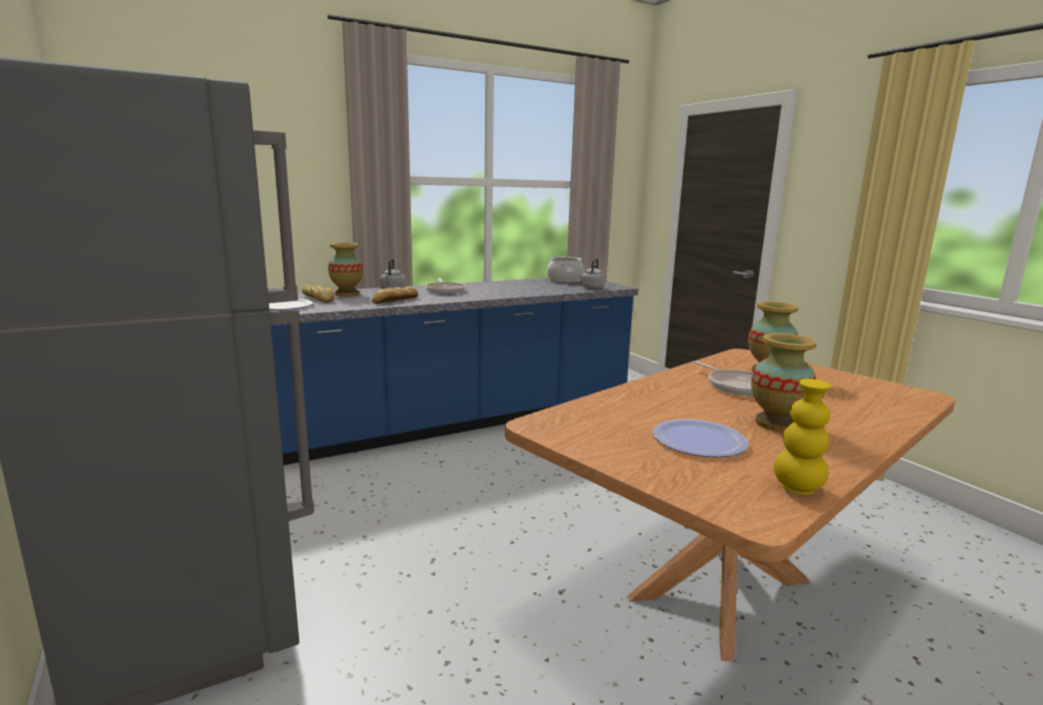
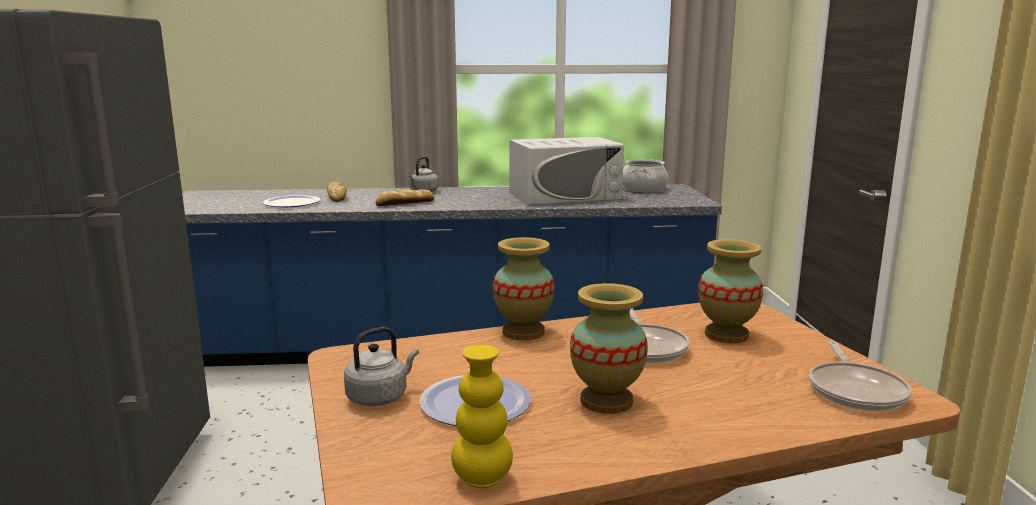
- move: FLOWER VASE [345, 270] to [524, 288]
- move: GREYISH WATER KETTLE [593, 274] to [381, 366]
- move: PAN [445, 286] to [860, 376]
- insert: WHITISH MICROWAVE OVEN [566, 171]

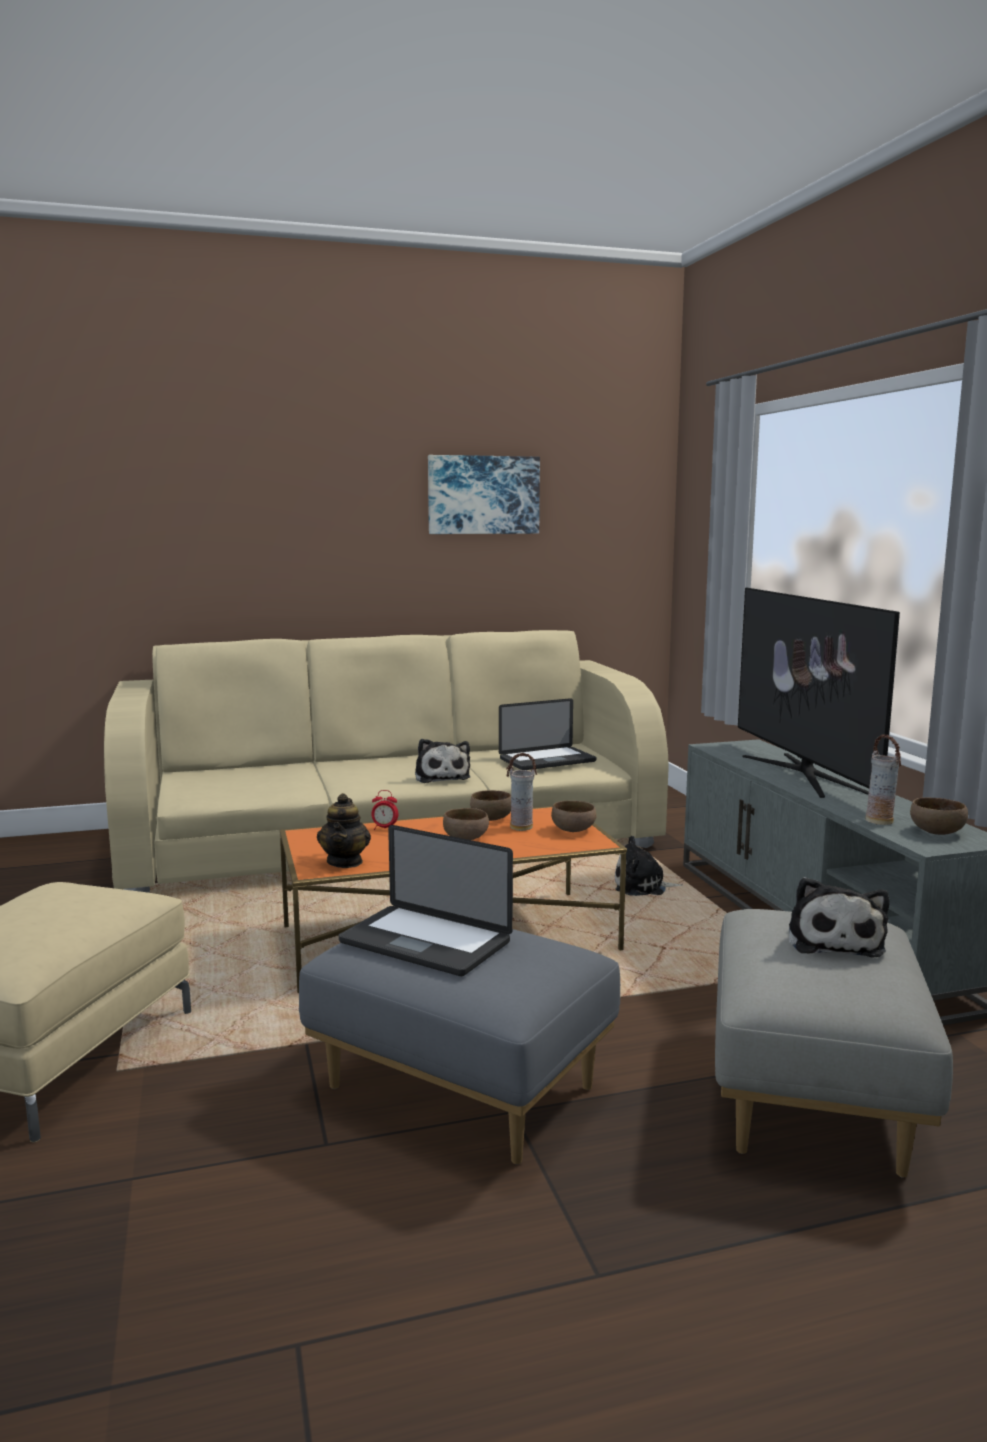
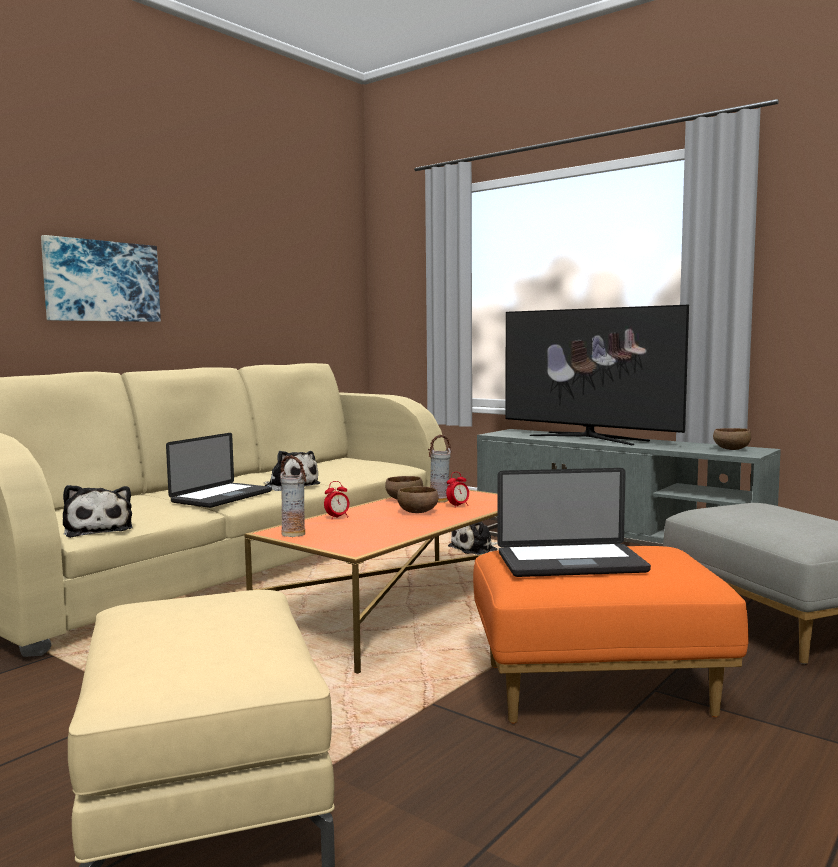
- move: PICTURE [484, 494] to [101, 278]
- move: PORTABLE COMPUTER [548, 734] to [219, 470]
- move: FLOWER VASE [883, 779] to [293, 496]
- delete: POT FOR TEA [344, 830]
- delete: BROWN-COLOURED SERVING BOWL [574, 816]
- move: CUDDLY TOY [839, 917] to [98, 511]
- recolor: GREYISH POUFFE [459, 1043] to ORANGE-COLOURED POUFFE [611, 634]
- insert: BEDSIDE CLOCK [457, 490]

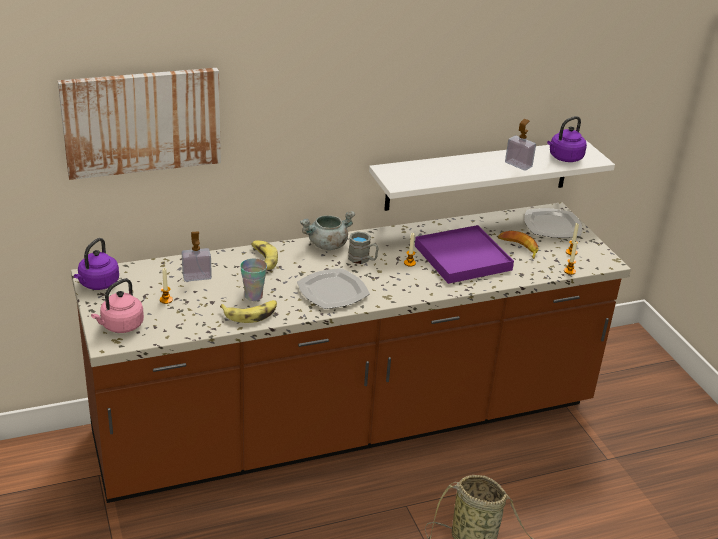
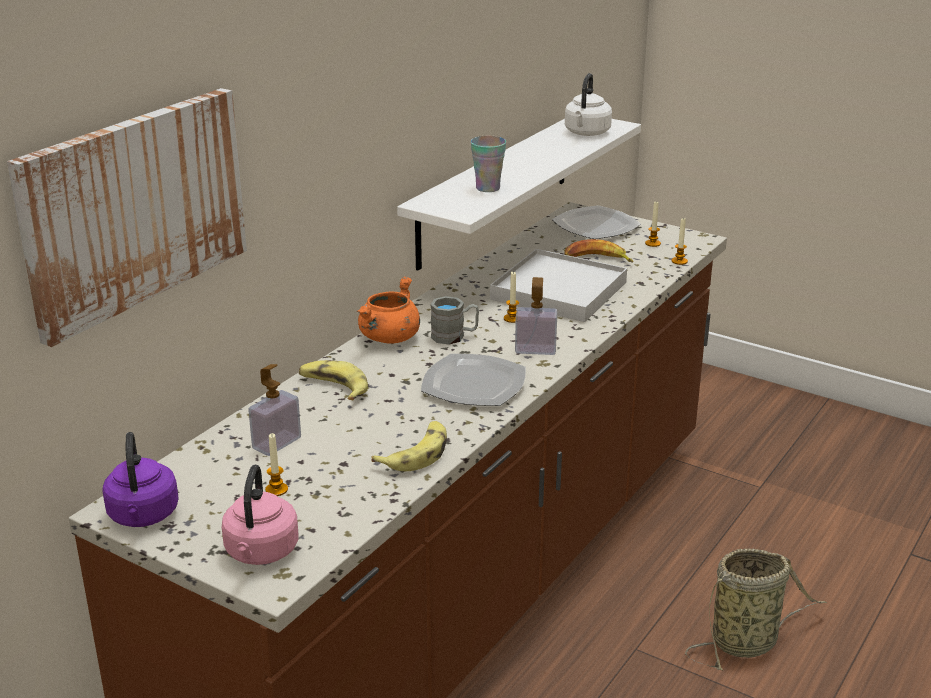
- recolor: PURPLISH WATER KETTLE [567, 139] to WHITISH WATER KETTLE [588, 104]
- move: SOAP DISPENSER [520, 145] to [536, 316]
- recolor: GREYISH STOCKPOT [327, 230] to ORANGE-COLOURED STOCKPOT [388, 310]
- recolor: PURPLISH TRAY [464, 254] to WHITISH TRAY [558, 285]
- move: SMALL CUP [253, 279] to [488, 164]

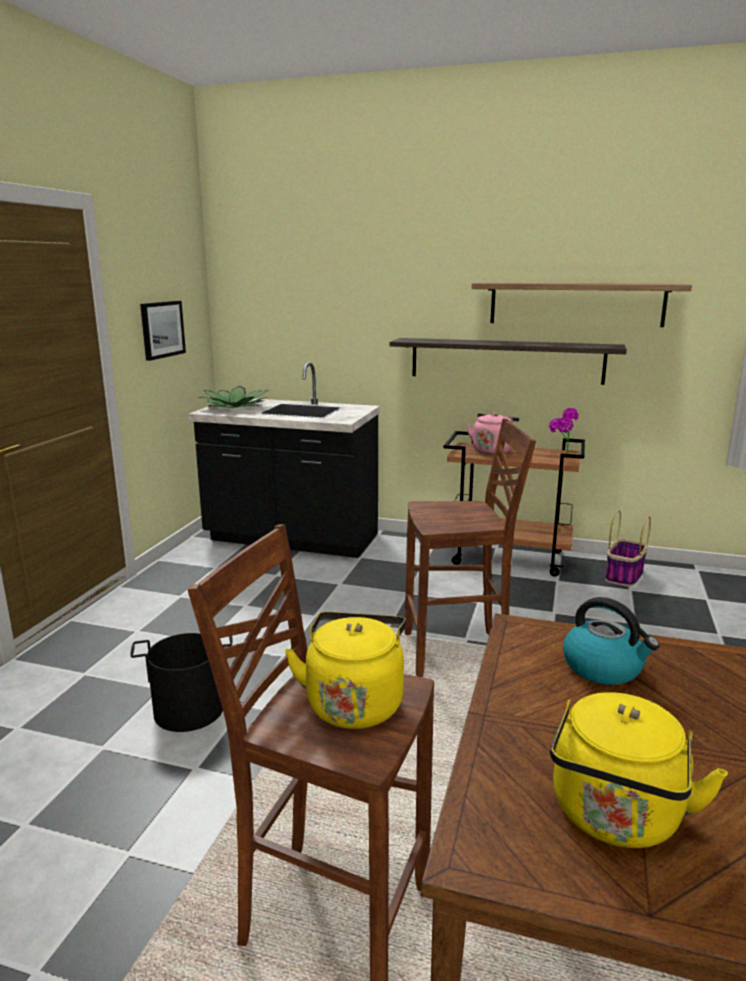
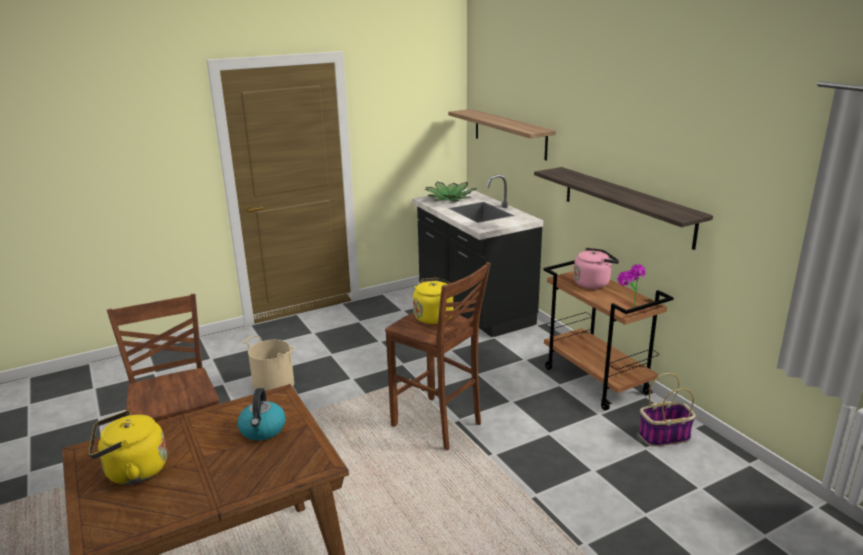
- move: WALL SHELF [582, 304] to [502, 135]
- delete: PICTURE [163, 331]
- move: YELLOW-COLOURED WATER KETTLE [345, 670] to [433, 301]
- recolor: BLACK WATER BUCKET [181, 682] to BEIGE-COLOURED WATER BUCKET [269, 363]

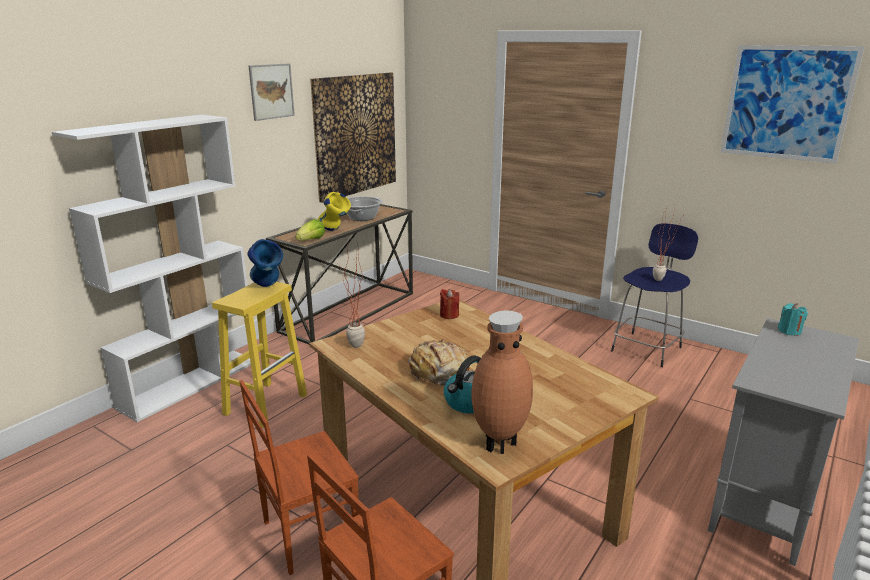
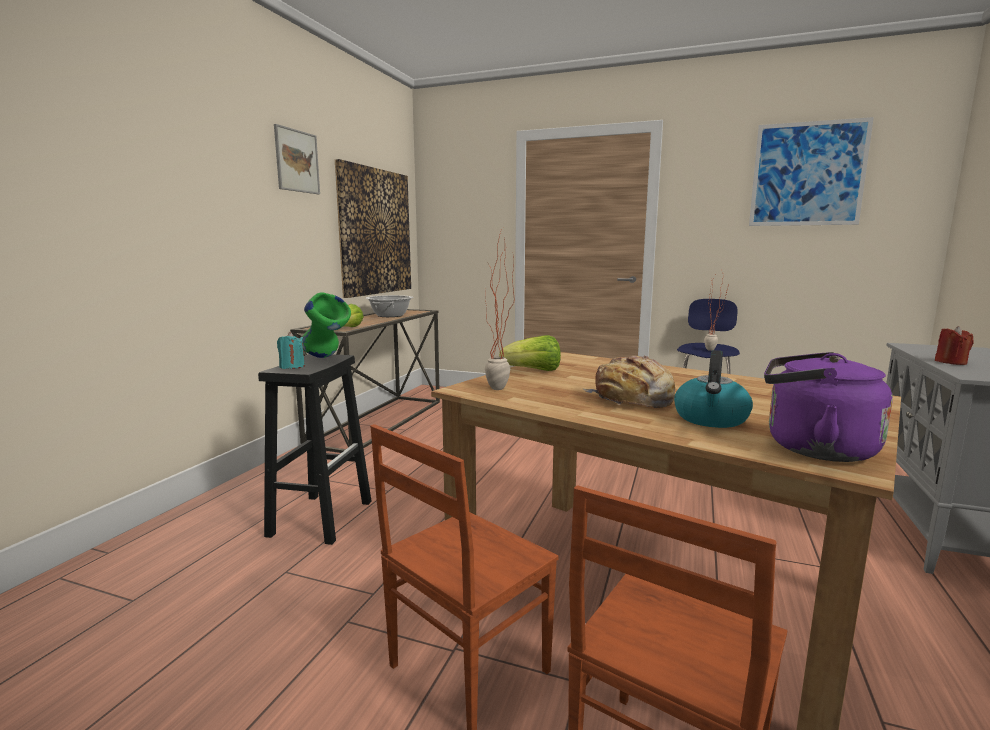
- delete: WHITISH BOOKCASE [151, 268]
- delete: YELLOW-COLOURED FLOWER VASE [334, 211]
- recolor: BLUISH FLOWER VASE [265, 263] to GREENISH FLOWER VASE [326, 325]
- recolor: YELLOW-COLOURED STOOL SEAT [259, 355] to BLACK STOOL SEAT [314, 449]
- move: RED CANDLE [449, 304] to [954, 345]
- move: BLUE-GREEN CANDLE [793, 319] to [291, 350]
- replace: BROWN-COLOURED FLOWER VASE [502, 382] to PURPLISH WATER KETTLE [828, 407]
- insert: HEAD OF LETTUCE [530, 353]

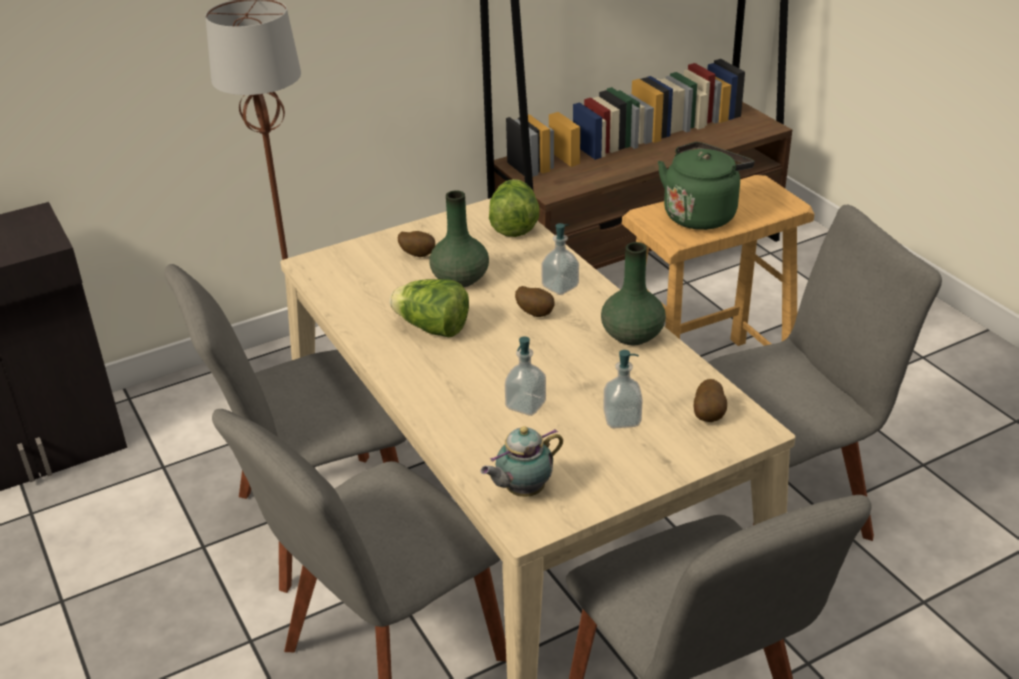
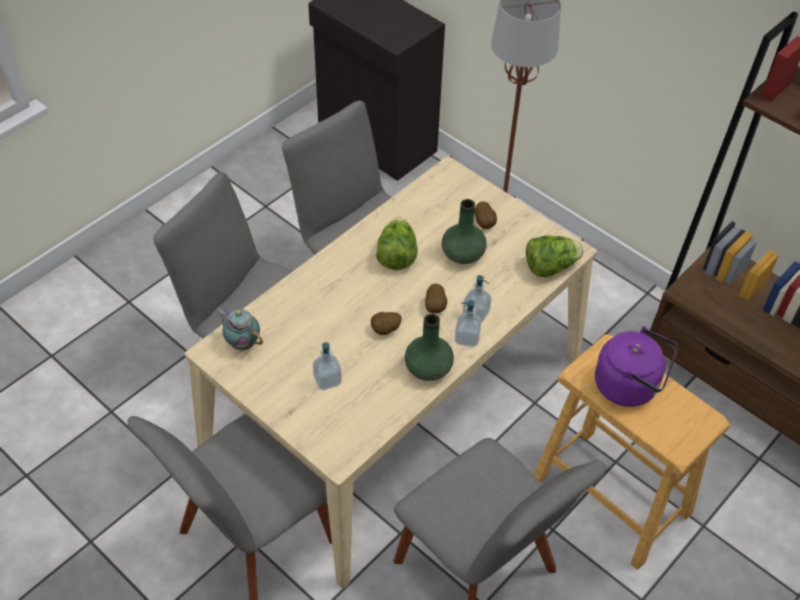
- recolor: GREENISH WATER KETTLE [706, 186] to PURPLISH WATER KETTLE [636, 366]
- move: SOAP DISPENSER [525, 376] to [468, 323]
- move: WHOLE POTATO [710, 400] to [386, 323]

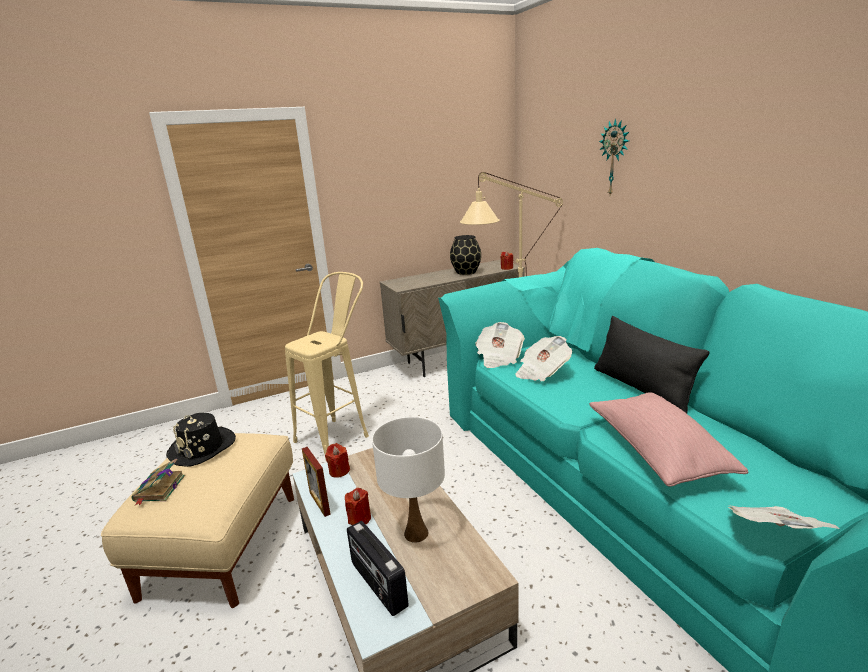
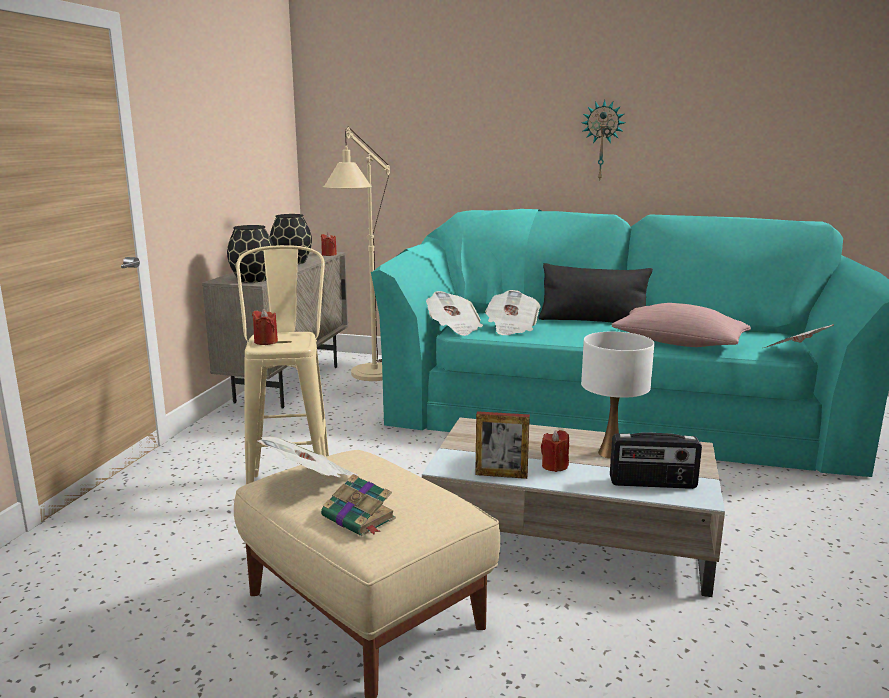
- move: CLOCK ON THE WALL [614, 157] to [603, 141]
- replace: BLACK CLOTHING HAT [201, 440] to NEWSPAPER [307, 457]
- move: RED CANDLE [337, 460] to [265, 327]
- insert: BLACK FLOWER VASE [250, 254]

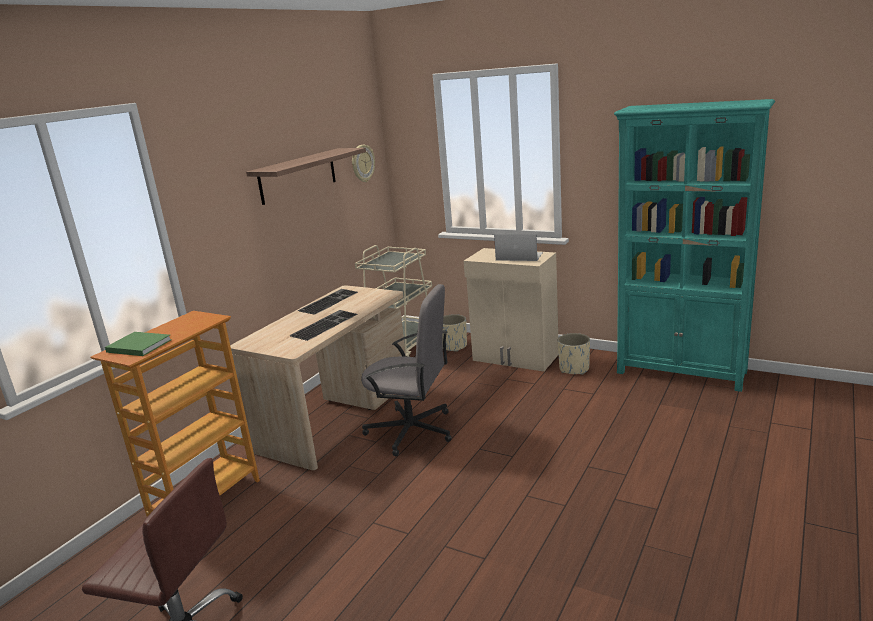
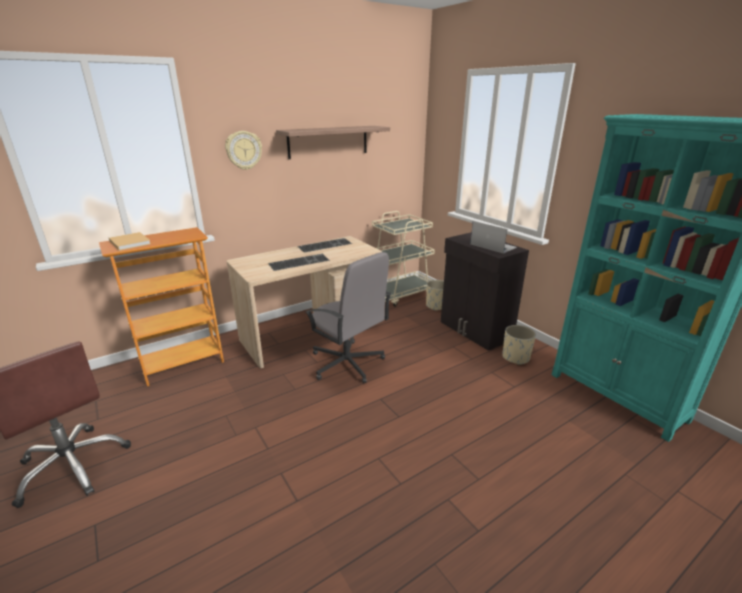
- move: CLOCK ON THE WALL [363, 163] to [243, 150]
- recolor: BEIGE-COLOURED CABINET [511, 310] to BLACK CABINET [485, 291]
- recolor: GREENISH VOLUME [138, 344] to BEIGE-COLOURED VOLUME [130, 241]

